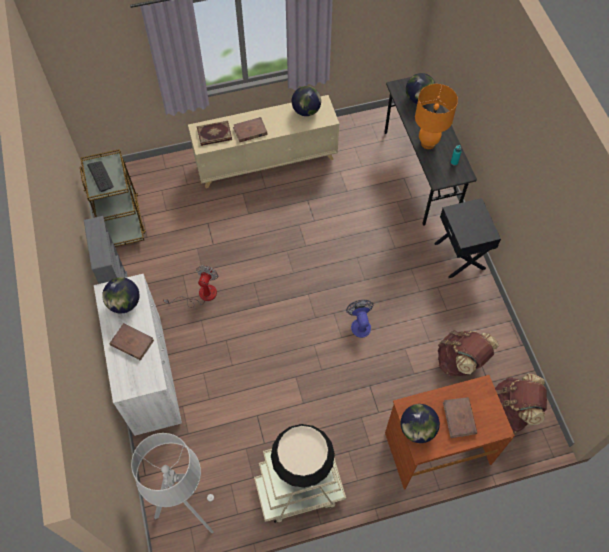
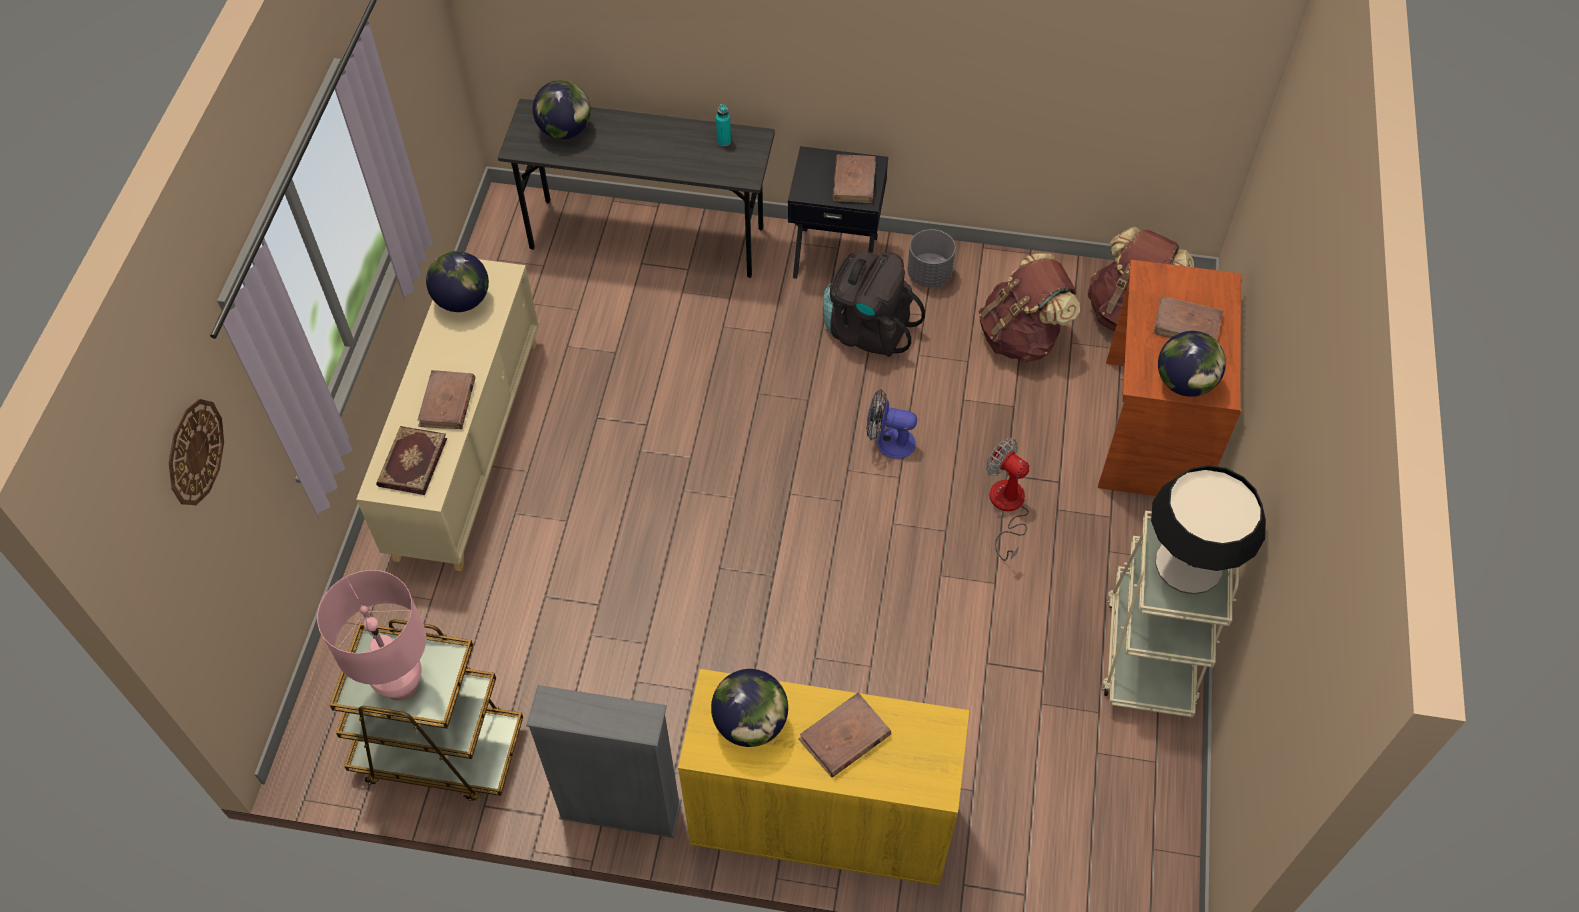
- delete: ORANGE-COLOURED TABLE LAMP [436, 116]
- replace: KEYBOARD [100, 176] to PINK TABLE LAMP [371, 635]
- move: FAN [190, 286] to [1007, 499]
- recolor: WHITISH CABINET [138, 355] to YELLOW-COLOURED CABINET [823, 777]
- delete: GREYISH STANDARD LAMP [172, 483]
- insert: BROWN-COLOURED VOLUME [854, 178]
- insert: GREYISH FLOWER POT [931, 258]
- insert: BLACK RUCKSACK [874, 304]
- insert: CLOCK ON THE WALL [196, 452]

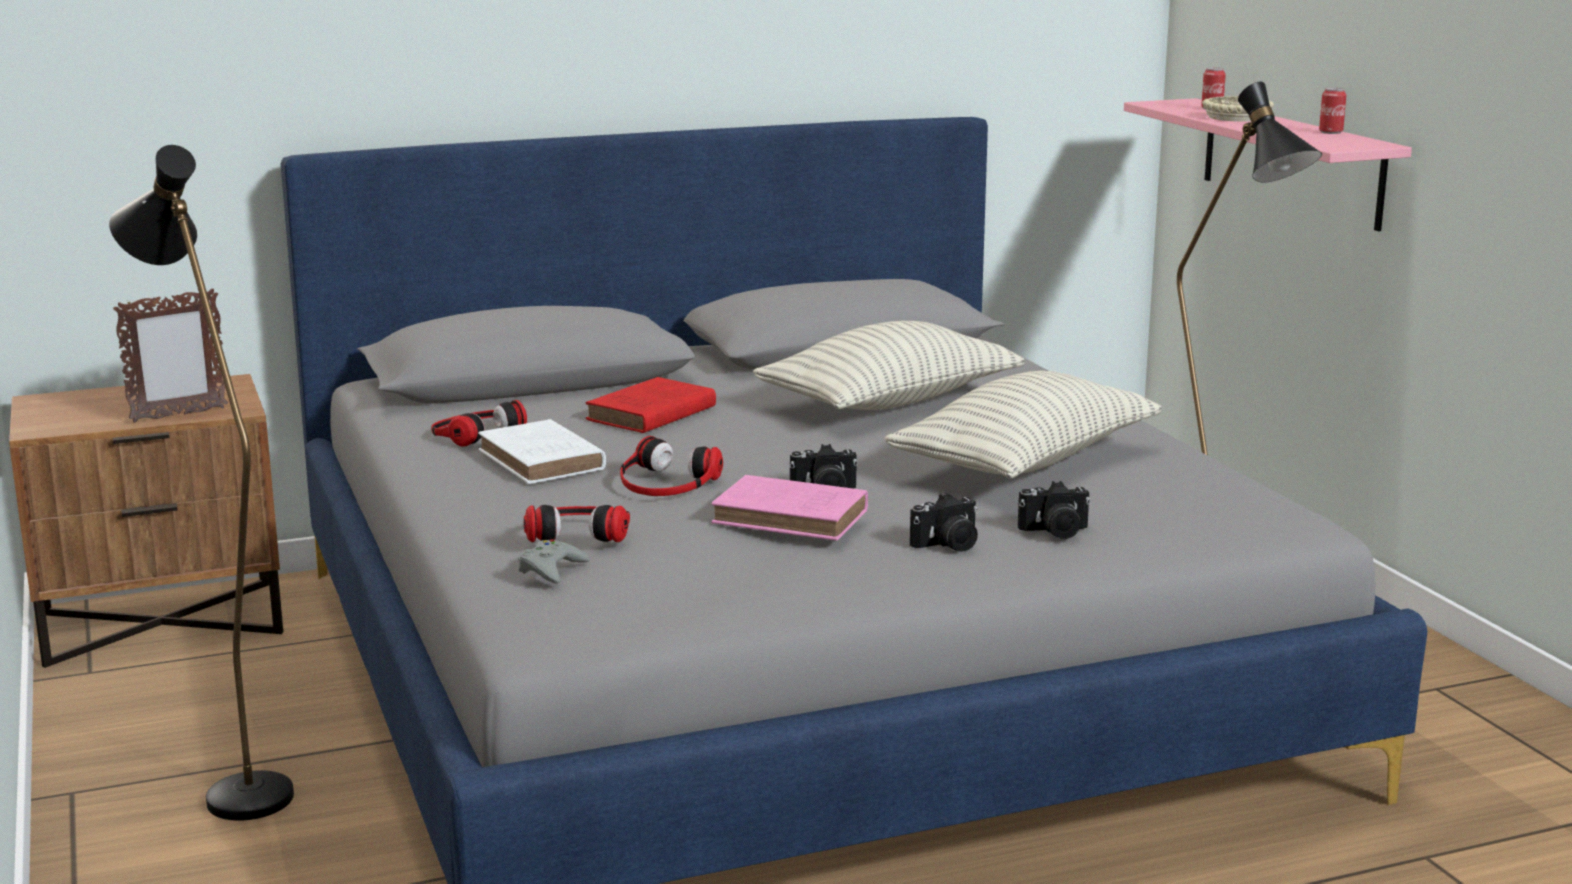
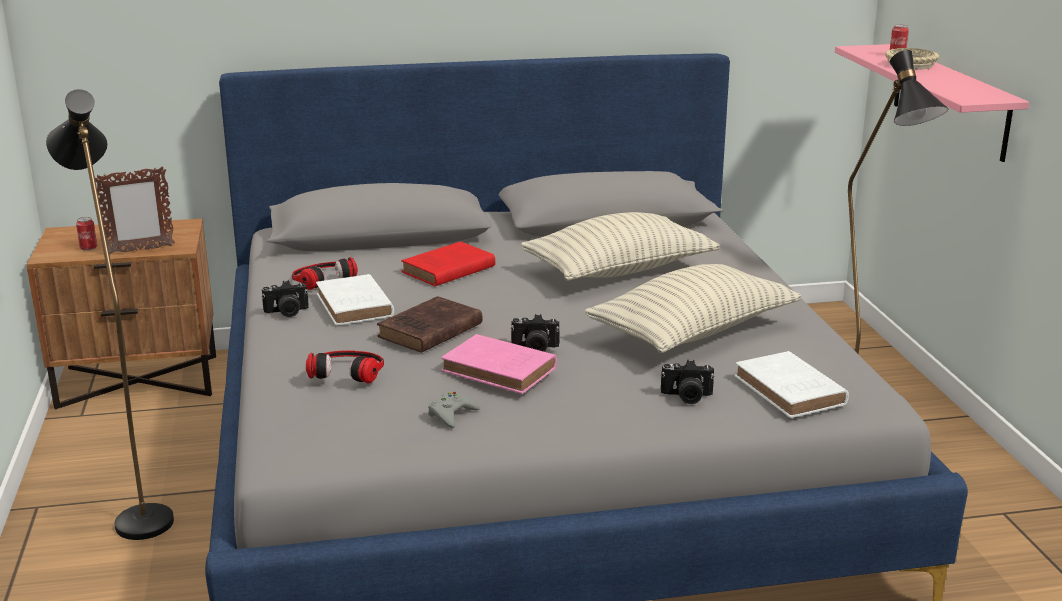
- move: CAN [1333, 111] to [86, 234]
- replace: PAIR OF HEADPHONES [671, 466] to BROWN-COLOURED VOLUME [429, 324]
- move: STILL CAMERA [944, 522] to [285, 298]
- move: GREYISH GAME CONTROLLER [554, 561] to [454, 410]
- insert: WHITISH VOLUME [792, 384]

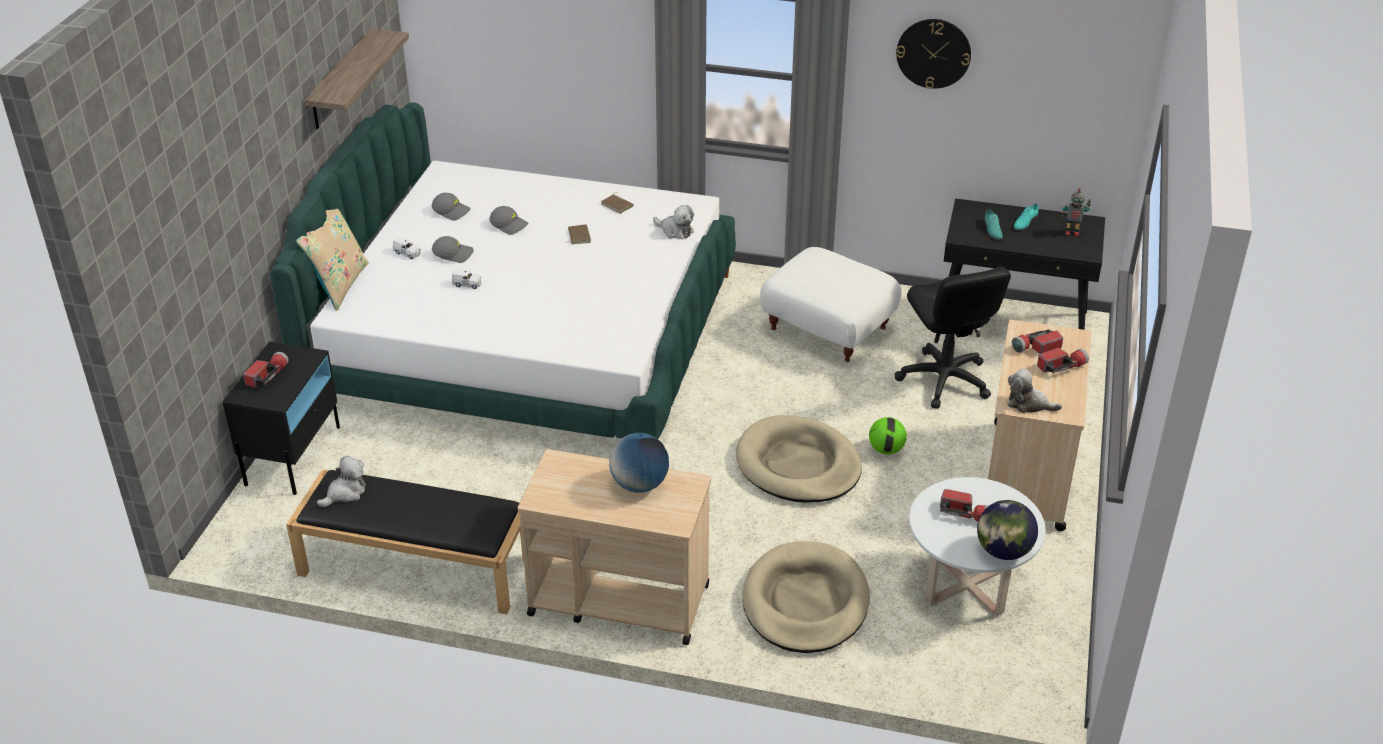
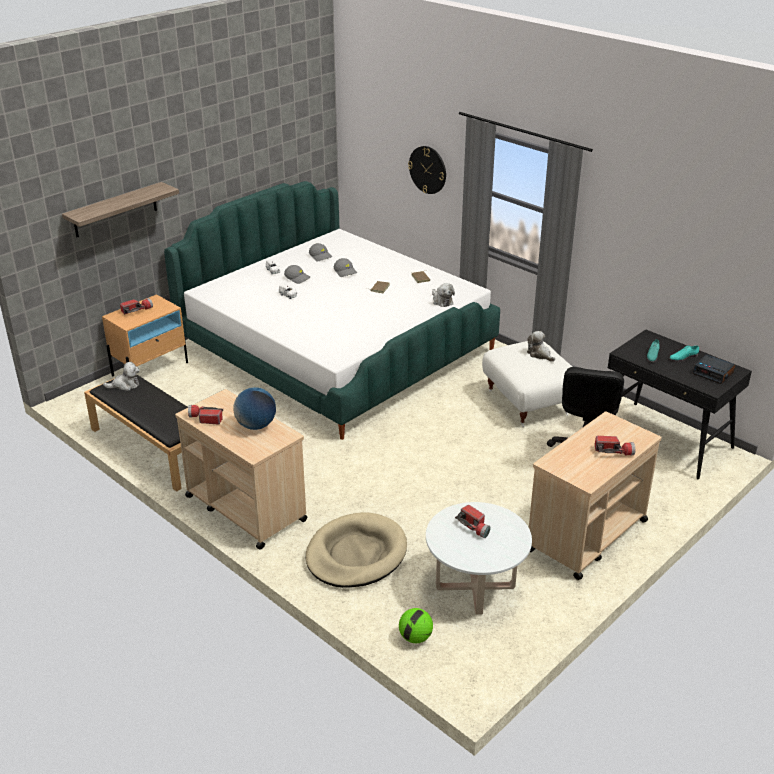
- move: CLOCK ON THE WALL [933, 54] to [427, 170]
- move: WALL SHELF [356, 78] to [120, 209]
- replace: MODEL ROBOT [1076, 212] to BEDSIDE CLOCK [714, 369]
- delete: BEIGE-COLOURED THROW PILLOW [332, 260]
- move: HAND TORCH [1037, 341] to [205, 414]
- recolor: BLACK BEDSIDE TABLE [281, 418] to BEIGE-COLOURED BEDSIDE TABLE [145, 335]
- move: CUDDLY TOY [1034, 391] to [541, 346]
- delete: BEIGE-COLOURED DOG CUSHION [799, 459]
- move: FOOTBALL [888, 436] to [416, 625]
- delete: DESK GLOBE [1007, 530]

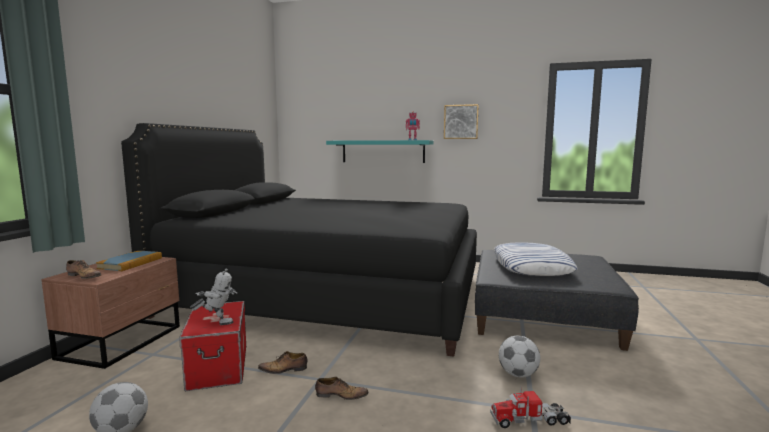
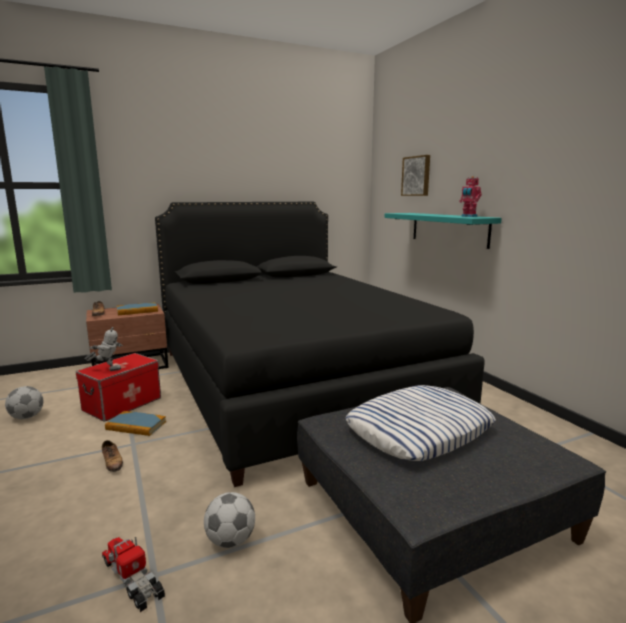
- move: PICTURE [461, 121] to [415, 175]
- rotate: MODEL ROBOT [213, 296] = [104, 349] 60 degrees counterclockwise
- replace: SHOE [282, 362] to VOLUME [135, 423]

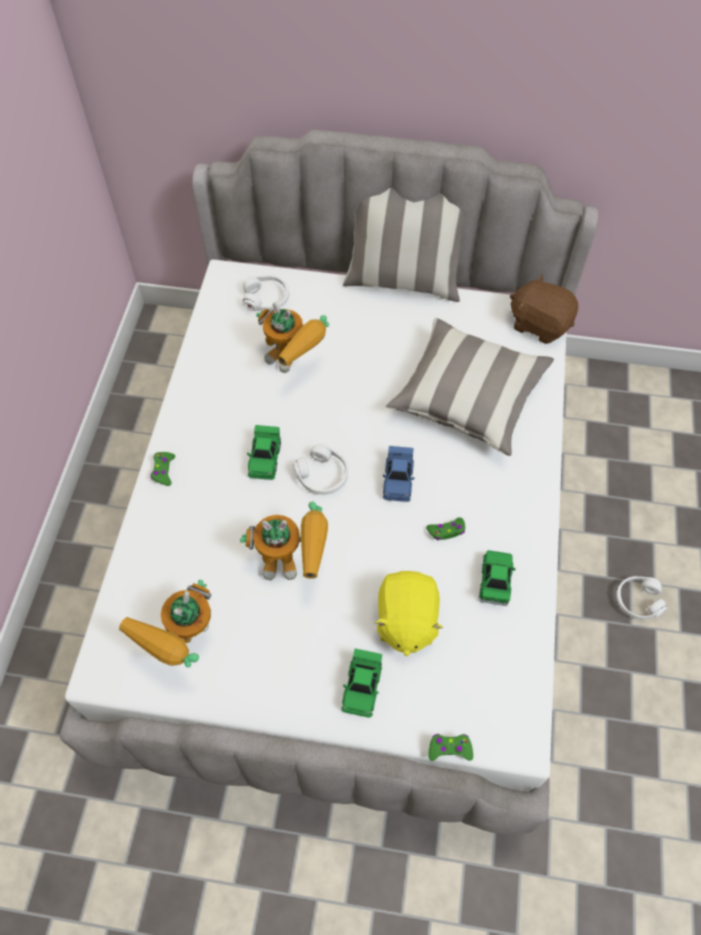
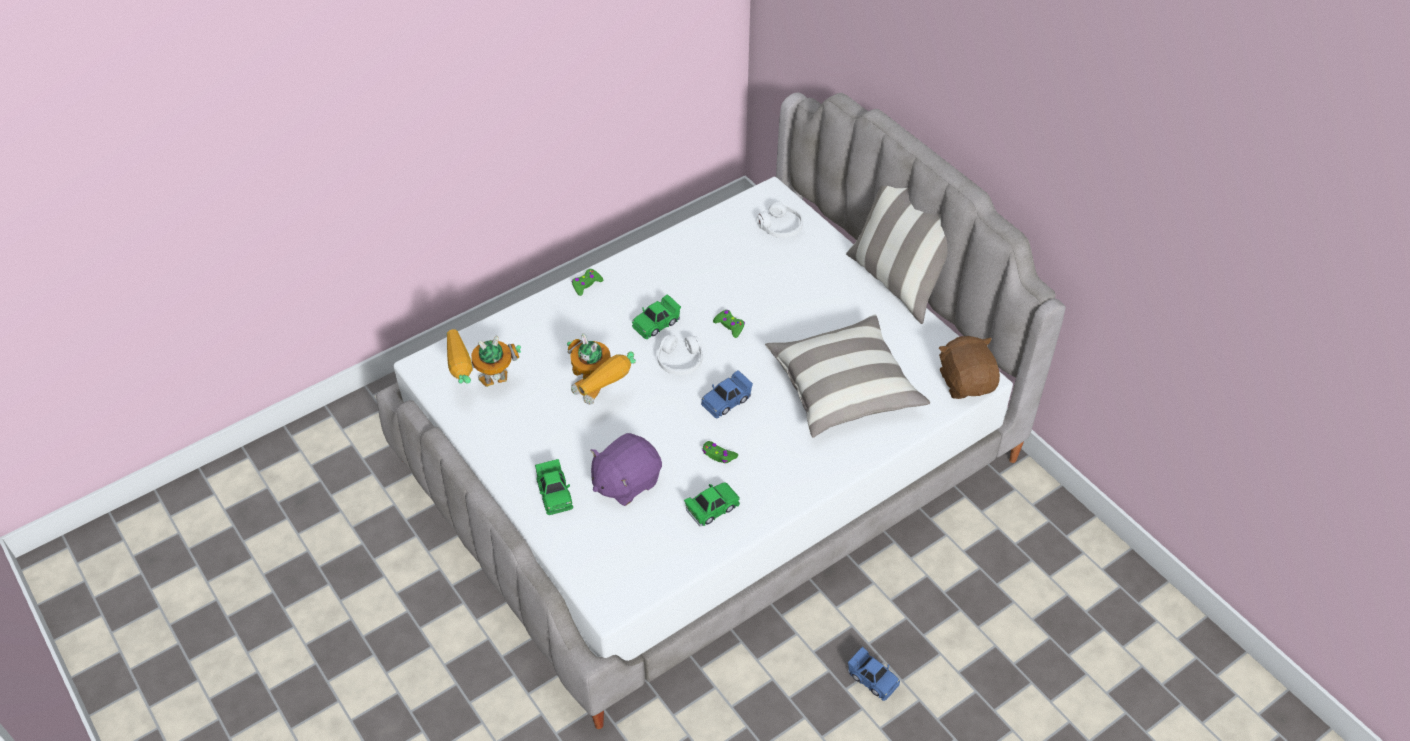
- delete: MODEL ROBOT [292, 337]
- recolor: YELLOW-COLOURED CUDDLY TOY [409, 614] to PURPLISH CUDDLY TOY [626, 469]
- replace: WHITISH PAIR OF HEADPHONES [641, 598] to BLUISH MINIATURE CAR [874, 674]
- rotate: GREENISH MINIATURE CAR [361, 683] = [554, 487] 75 degrees counterclockwise
- move: GREENISH GAME CONTROLLER [450, 747] to [729, 324]

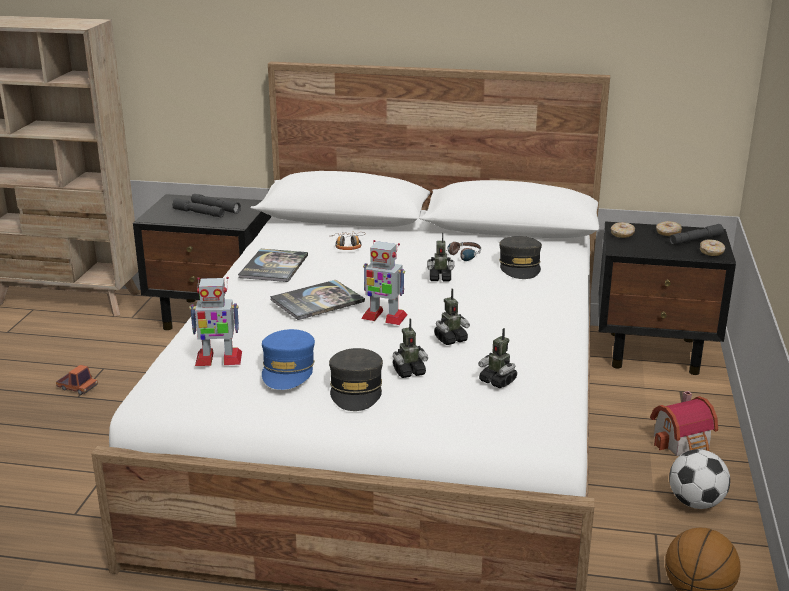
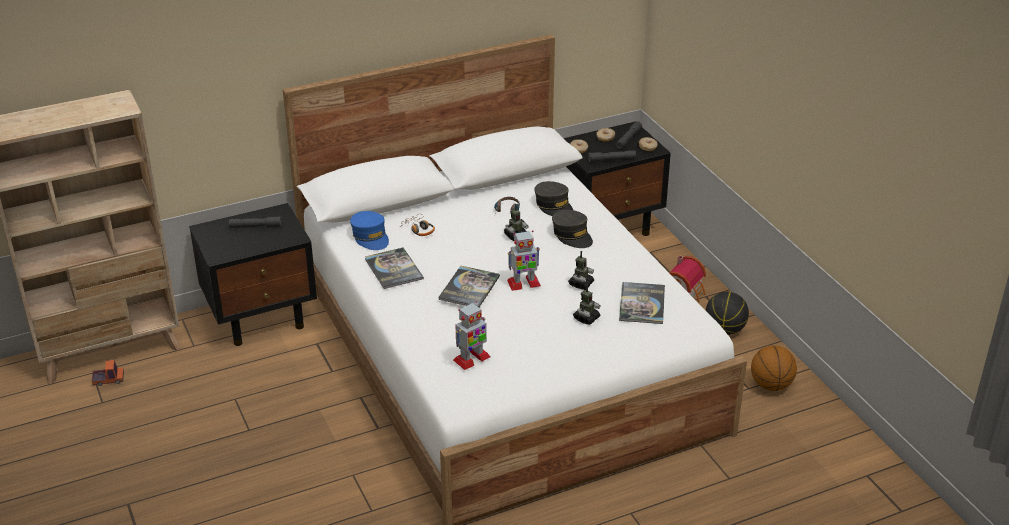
- move: GREYISH HAND TORCH [198, 207] to [612, 156]
- replace: MODEL ROBOT [497, 358] to VOLUME [642, 303]
- move: BLUISH CAP [288, 359] to [369, 230]
- move: GREYISH CAP [356, 379] to [572, 229]
- move: MODEL TRUCK [77, 380] to [108, 373]
- replace: FOOTBALL [699, 479] to BASKETBALL BALL [727, 313]

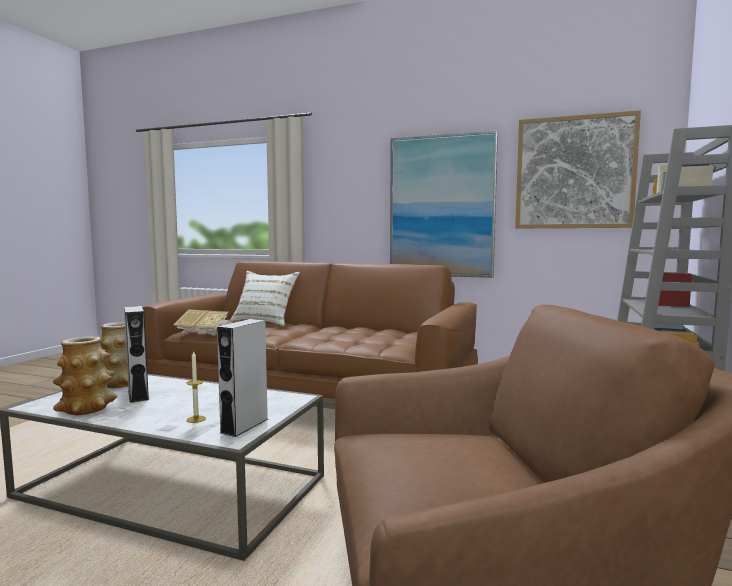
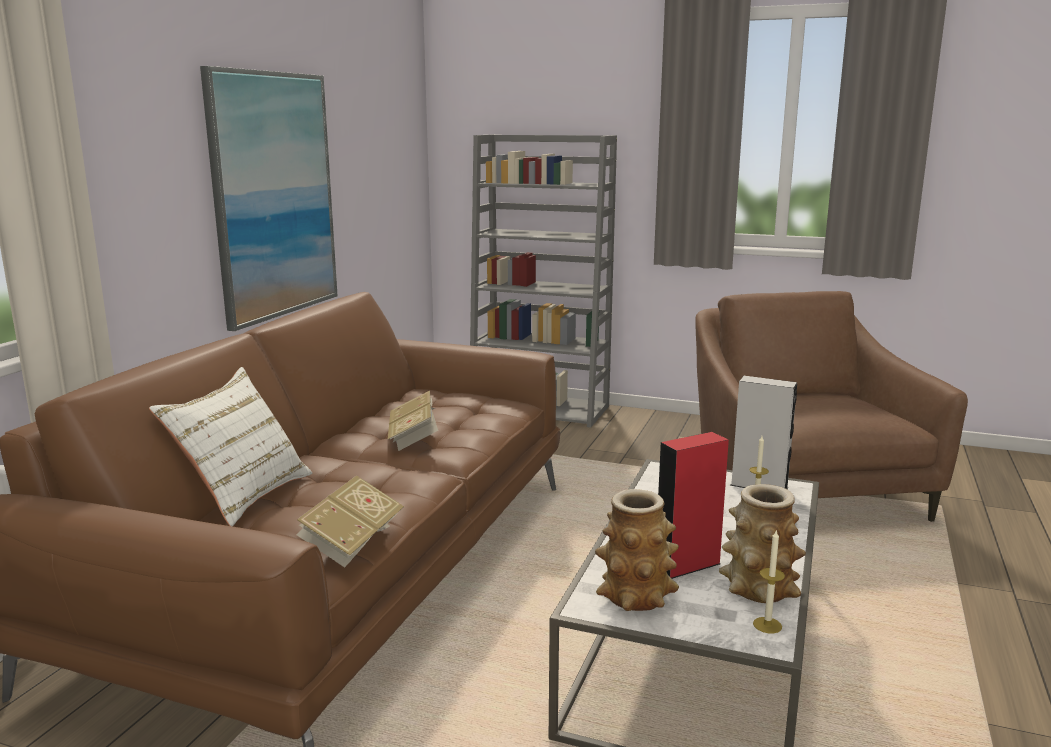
- delete: PICTURE [578, 169]
- recolor: GREYISH LOUDSPEAKER [136, 354] to RED LOUDSPEAKER [693, 505]
- insert: VOLUME [413, 420]
- insert: CANDLE [769, 581]

